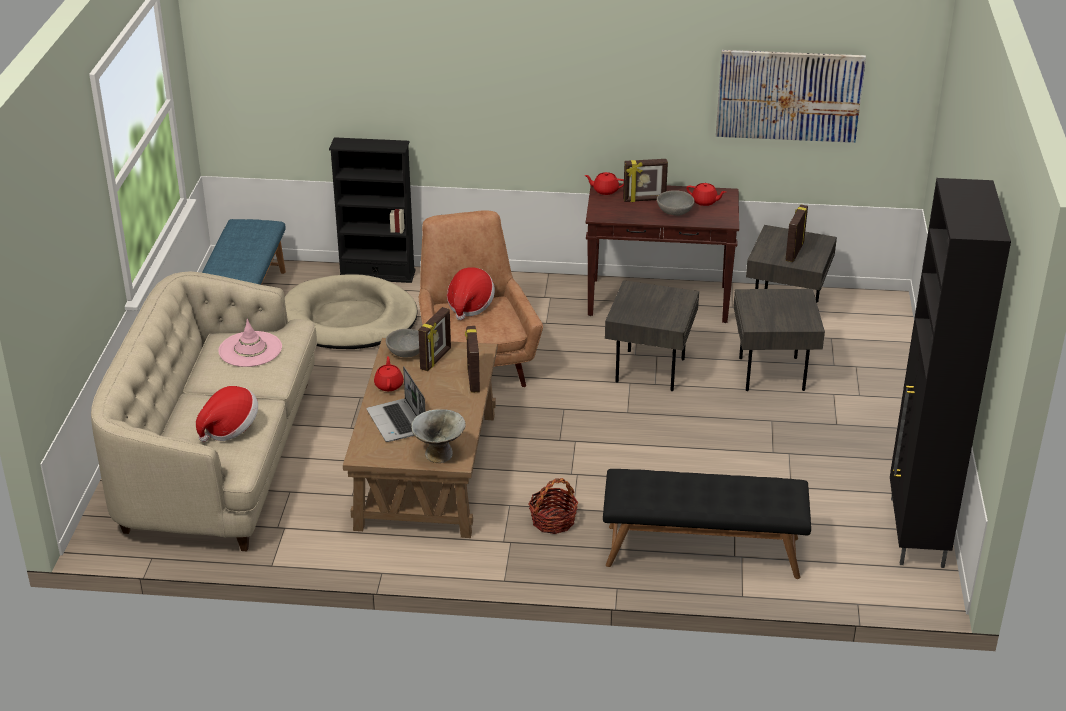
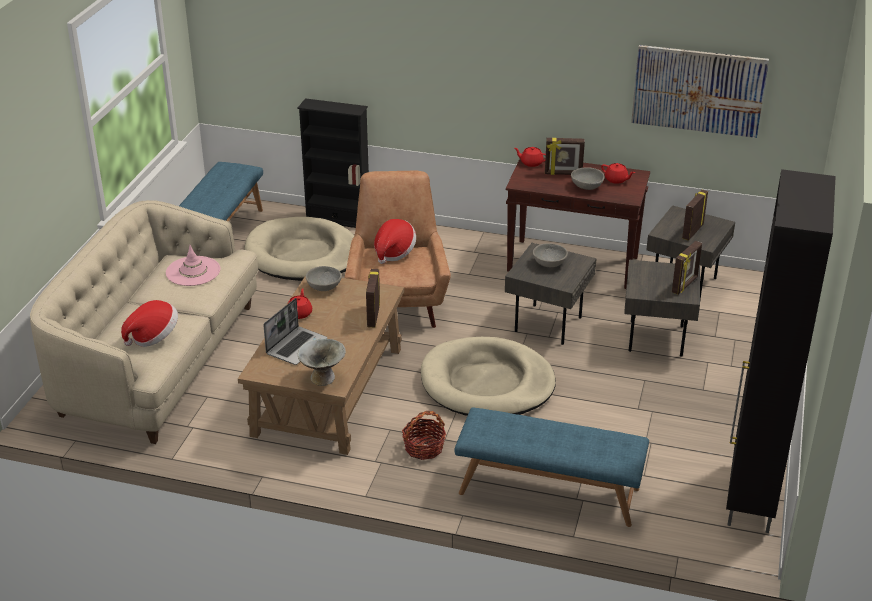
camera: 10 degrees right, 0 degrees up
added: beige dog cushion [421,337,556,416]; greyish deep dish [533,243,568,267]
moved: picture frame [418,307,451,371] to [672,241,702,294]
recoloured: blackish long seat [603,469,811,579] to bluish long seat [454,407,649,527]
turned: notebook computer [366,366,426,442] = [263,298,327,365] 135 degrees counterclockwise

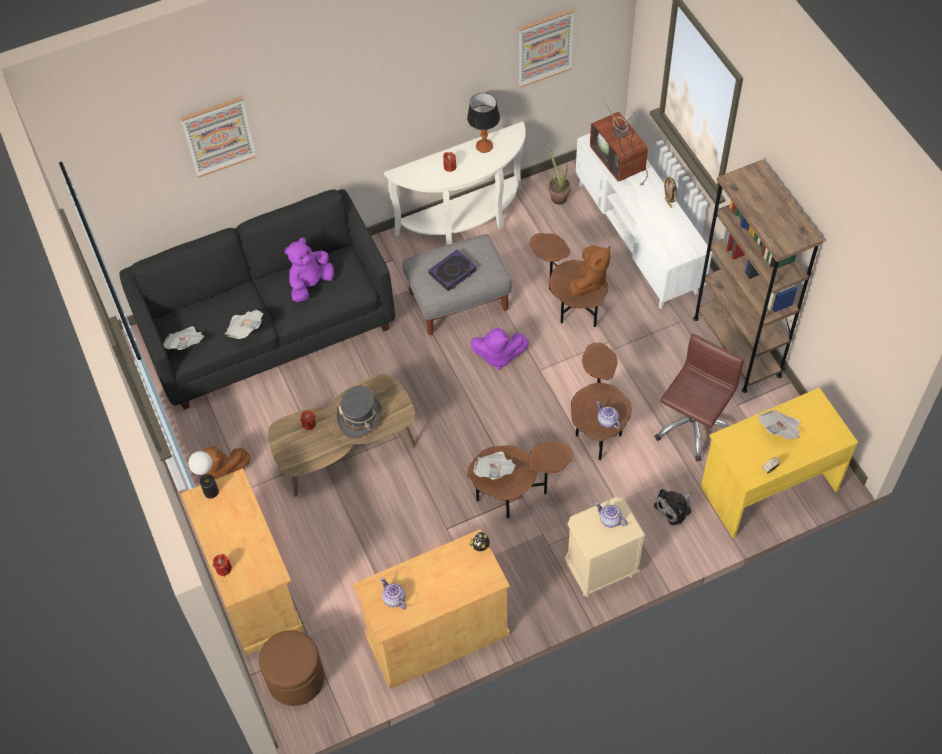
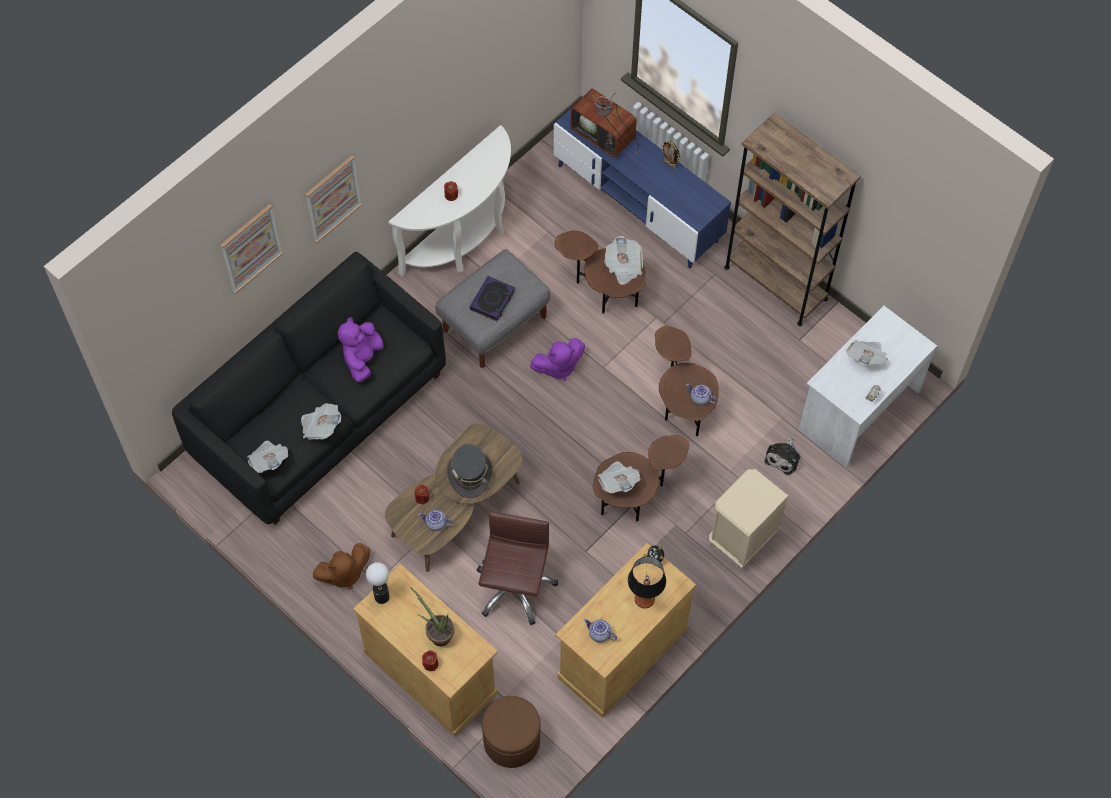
camera: 25 degrees left, 5 degrees up
moved: wall picture [519,9,574,88] to [305,155,362,243]; plant in a pot [546,141,571,205] to [411,588,454,646]; pot for tea [595,503,628,528] to [418,510,453,531]; brown-coloured computer chair [655,333,744,461] to [477,511,558,625]; lamp for a table [467,93,500,153] to [628,556,666,609]
replaced: brown-coloured cuddly toy [568,245,611,296] to daily paper [604,236,643,285]
recoloured: whitish tv unit [576,133,712,309] to bluish tv unit [554,104,731,269]; yellow-coloured desk [701,388,858,538] to whitish desk [799,306,937,468]

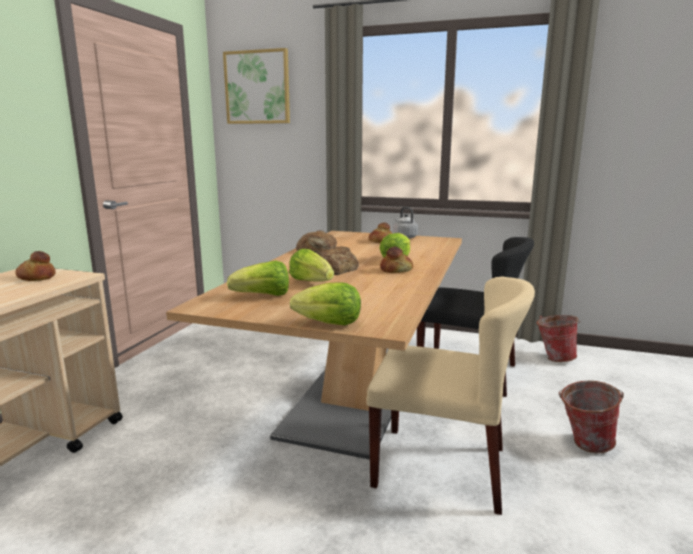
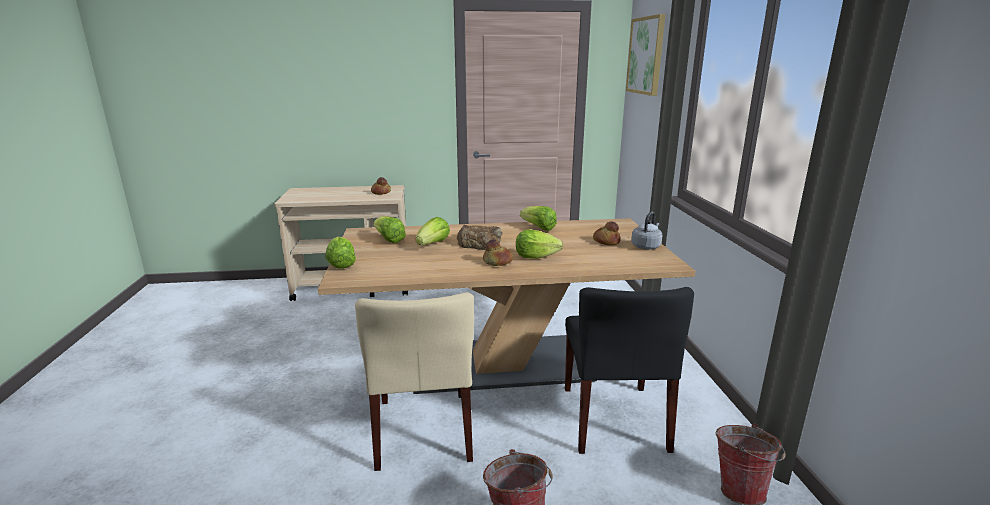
camera: 65 degrees right, 5 degrees up
replaced: bakery bread [296,230,337,253] to lettuce [520,206,557,231]

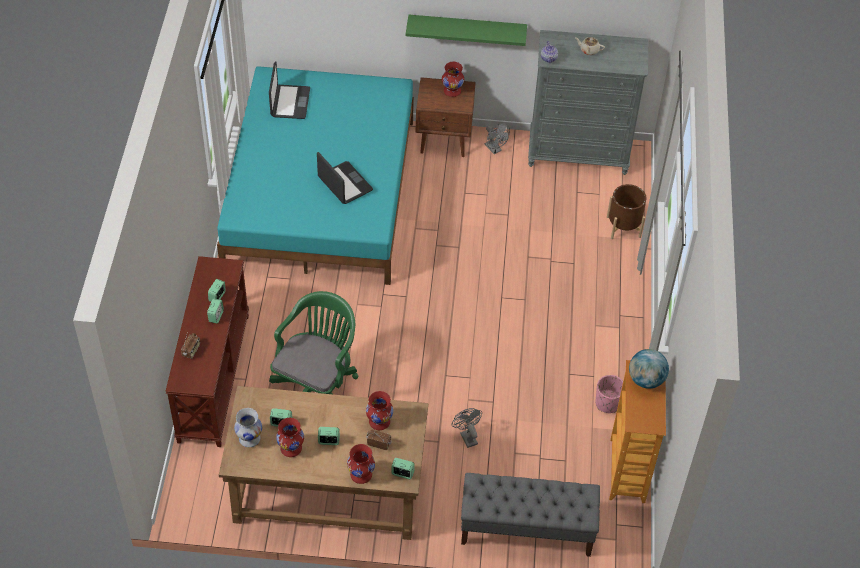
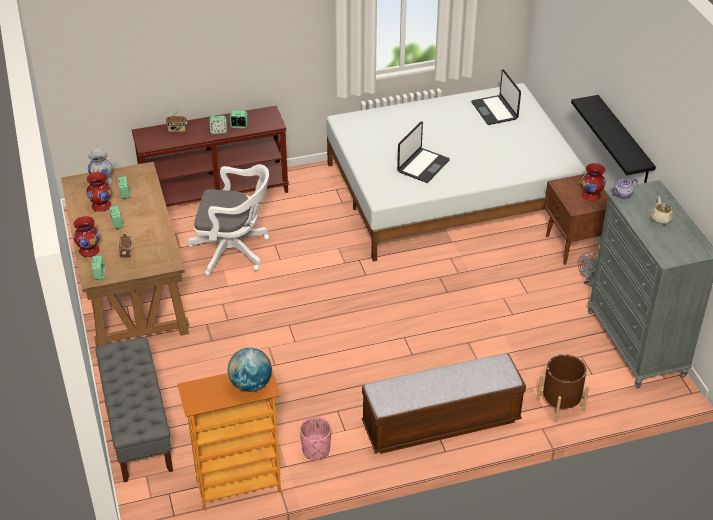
camera: 70 degrees right, 10 degrees down
removed: red vase [366,391,393,430]; greyish cooling fan [452,408,482,448]
added: long seat [362,353,526,454]
recoloured: greenish computer chair [269,291,358,394] to whitish computer chair [187,164,269,276]; turquoise sleeping bed [217,66,414,285] to whitish sleeping bed [326,83,587,262]; greenish wall shelf [406,15,527,46] to blackish wall shelf [571,95,656,183]
turned: notebook computer [269,61,310,119] = [471,69,521,125] 90 degrees clockwise

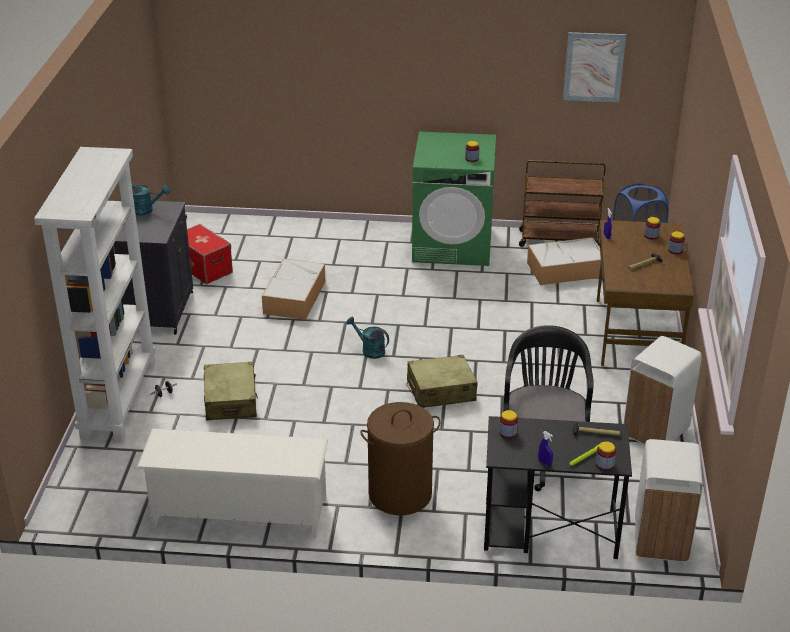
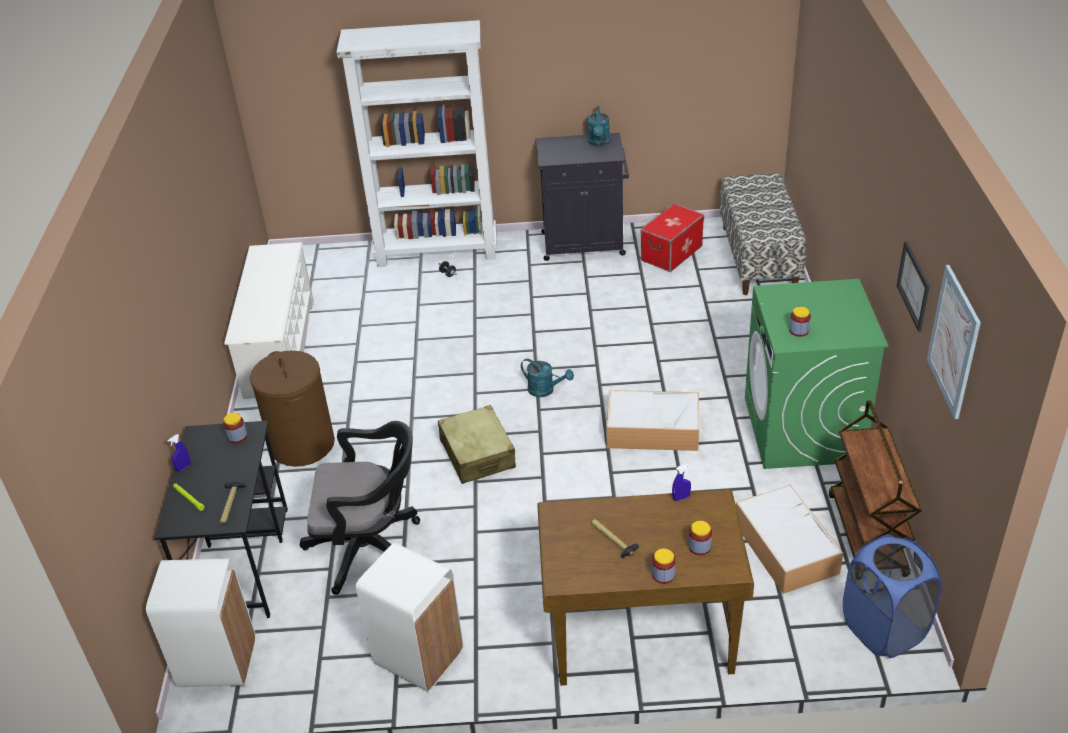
camera: 85 degrees right, 5 degrees up
removed: beige suitcase [204,362,258,420]; preserve jar [596,441,616,470]
added: long seat [720,173,807,295]; wall picture [897,241,930,332]
moved: storage bin [262,258,325,320] to [606,390,699,451]
turned: turquoise sprinkling can [346,317,389,359] = [521,359,574,397] 90 degrees clockwise

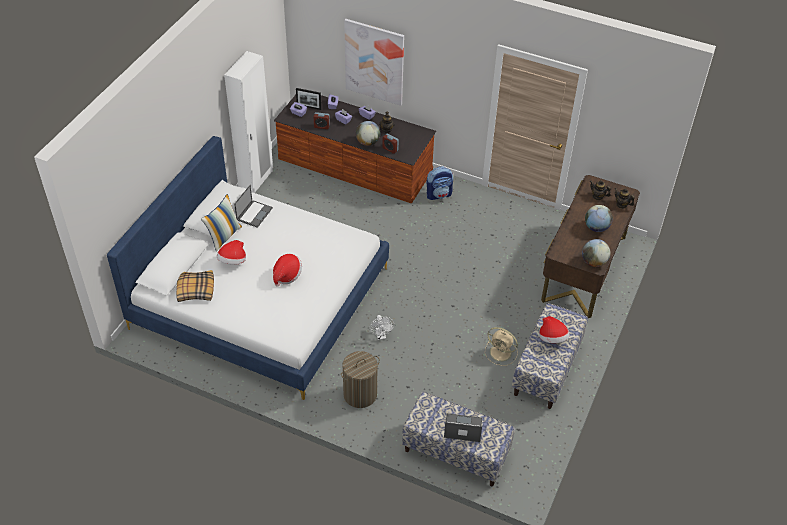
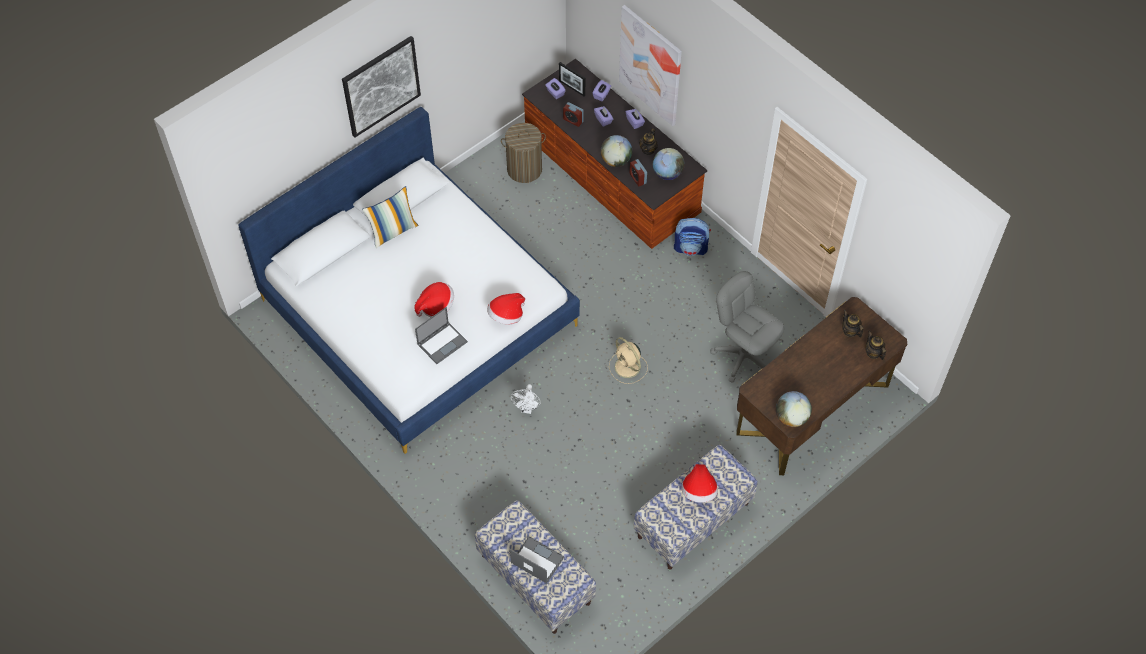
camera: 25 degrees right, 10 degrees up
removed: cushion [176,270,214,302]; whitish clothes cupboard [224,51,273,193]
added: wall picture [342,36,421,137]; greyish computer chair [710,271,784,383]
moved: notebook computer [234,185,273,228] to [415,307,468,364]; wearable hat [217,240,246,265] to [487,293,525,325]; hamper [341,351,380,408] to [501,123,546,183]; beige cooling fan [485,327,518,366] to [609,337,648,384]; world globe [585,205,613,232] to [653,148,685,180]

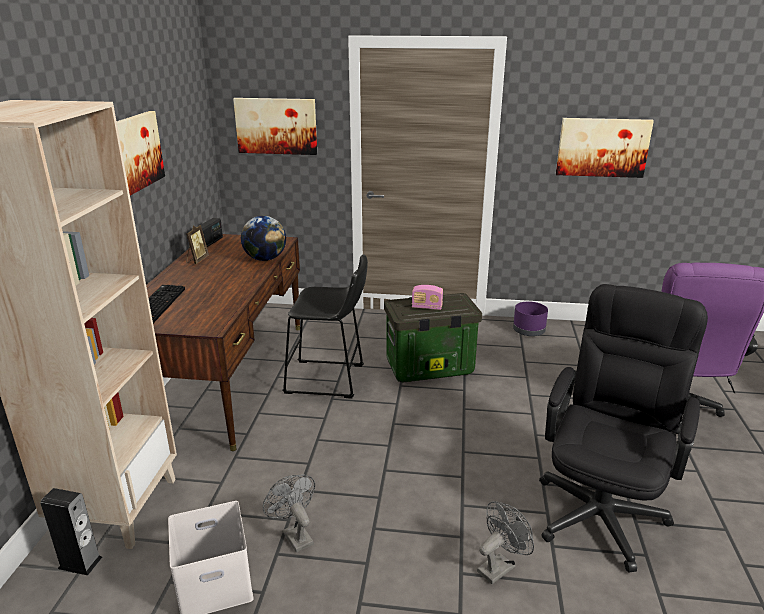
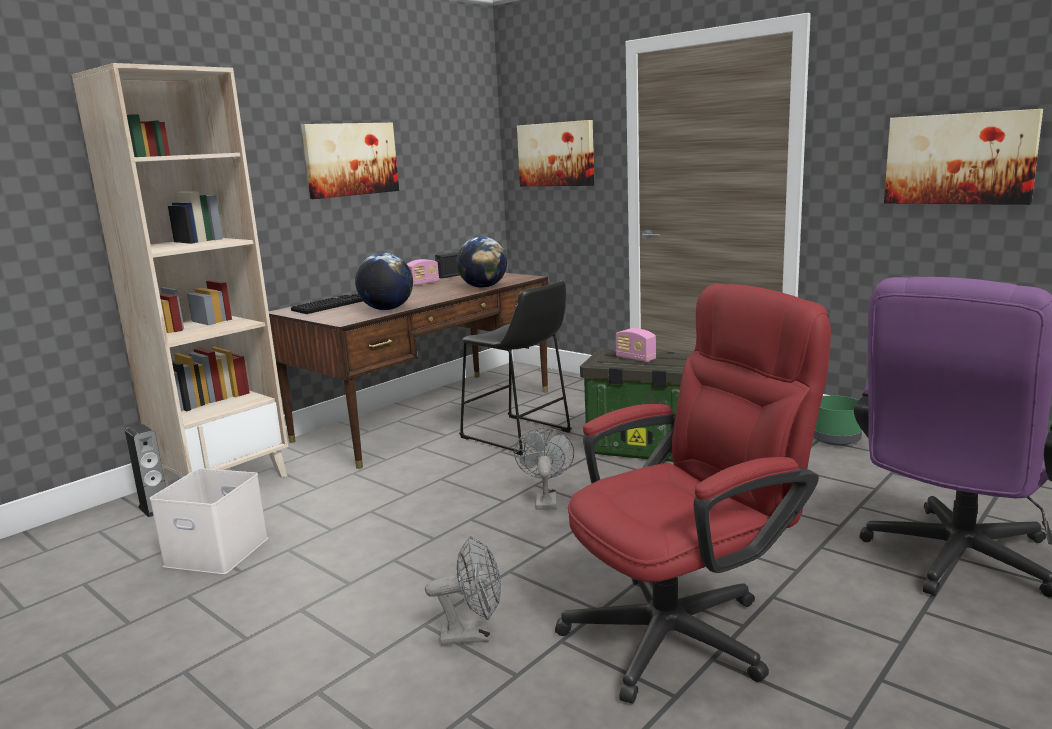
camera: 35 degrees right, 10 degrees down
added: world globe [355,253,413,310]
moved: greyish cooling fan [263,475,315,553] to [514,427,574,510]
replaced: picture frame [186,225,209,264] to radio [407,259,439,286]
recoloured: blackish computer chair [539,284,708,573] to red computer chair [555,284,831,704]; purplish plant pot [513,302,548,336] to greenish plant pot [813,395,862,445]

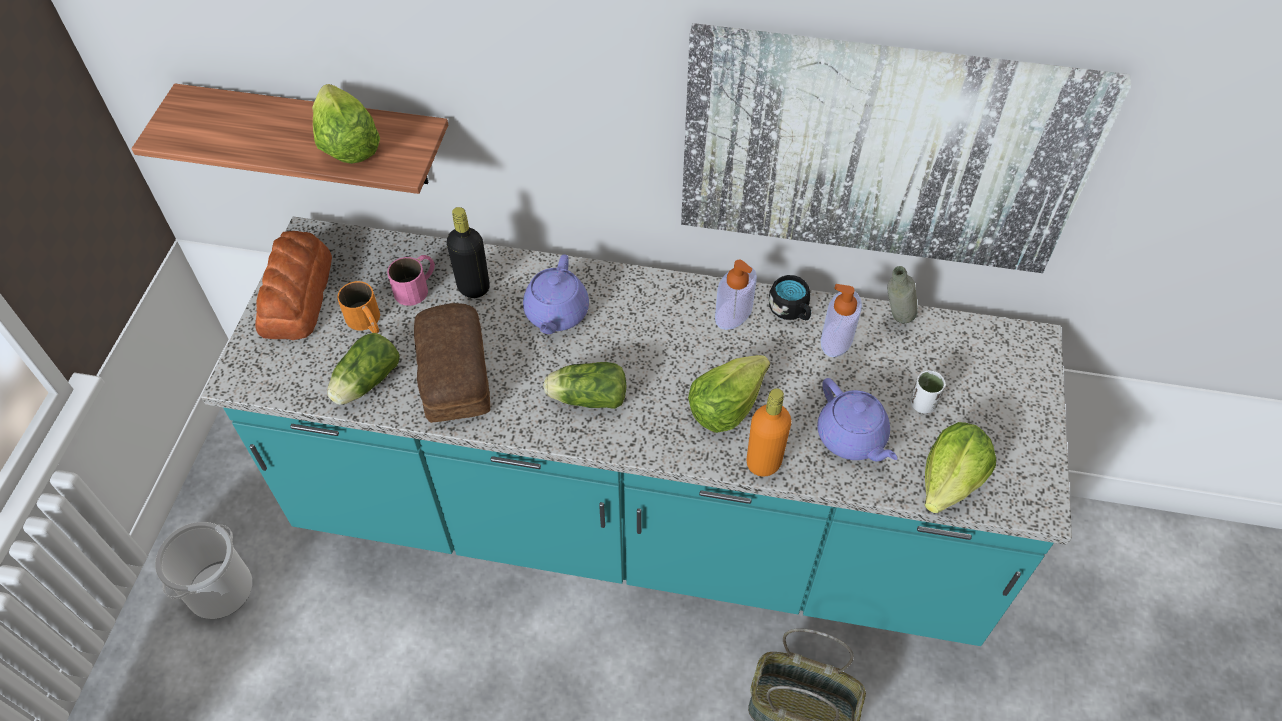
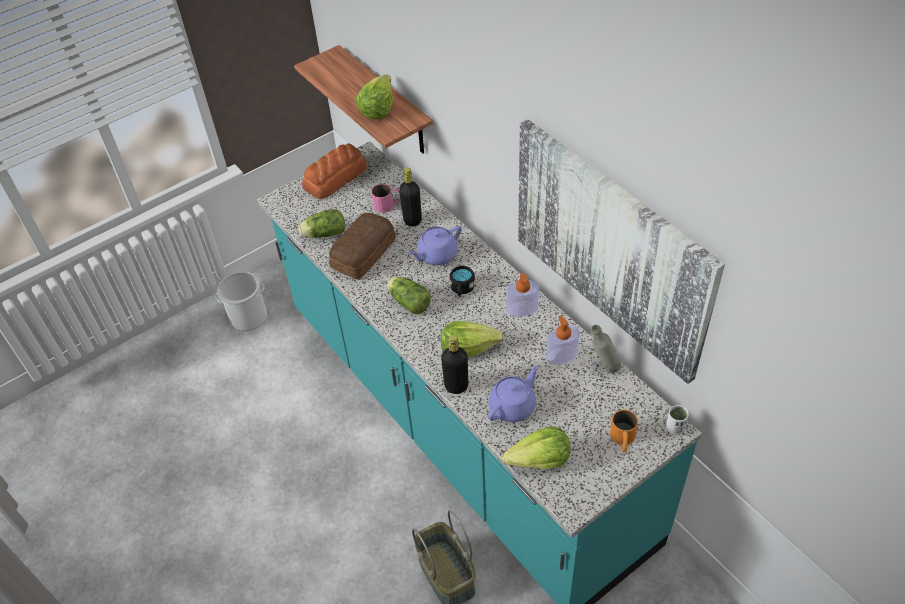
camera: 45 degrees right, 5 degrees down
moved: blackish mug [769,275,811,320] to [449,266,475,296]; orange mug [337,281,380,333] to [610,409,638,452]; whitish drinking cup [910,370,946,413] to [666,405,689,435]
recoloured: orange bottle [746,388,791,477] to blackish bottle [441,335,468,394]
turned: purplish pot for tea [817,378,897,462] = [488,365,539,422] 150 degrees counterclockwise

